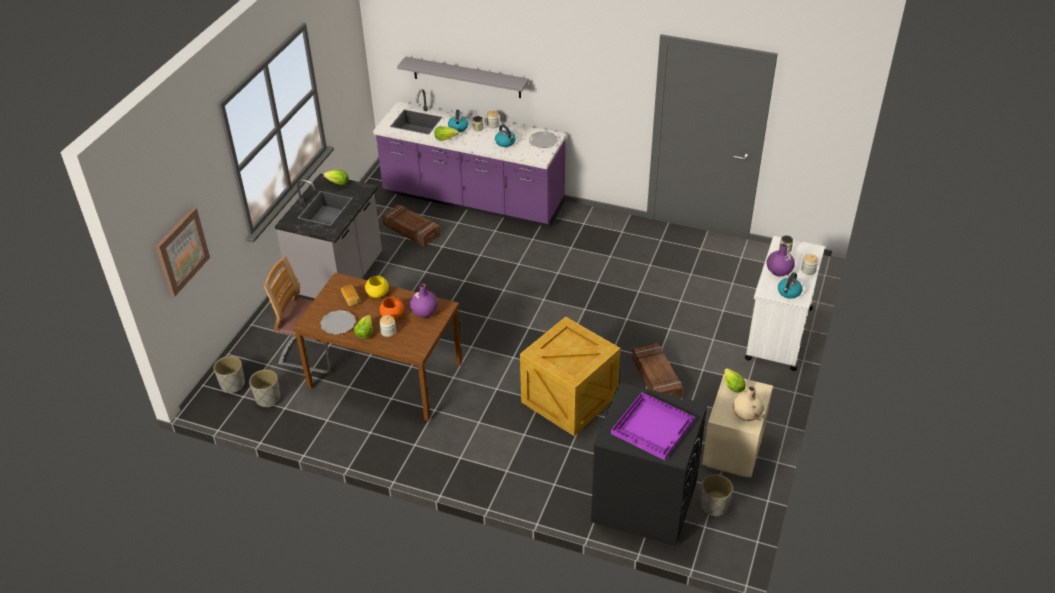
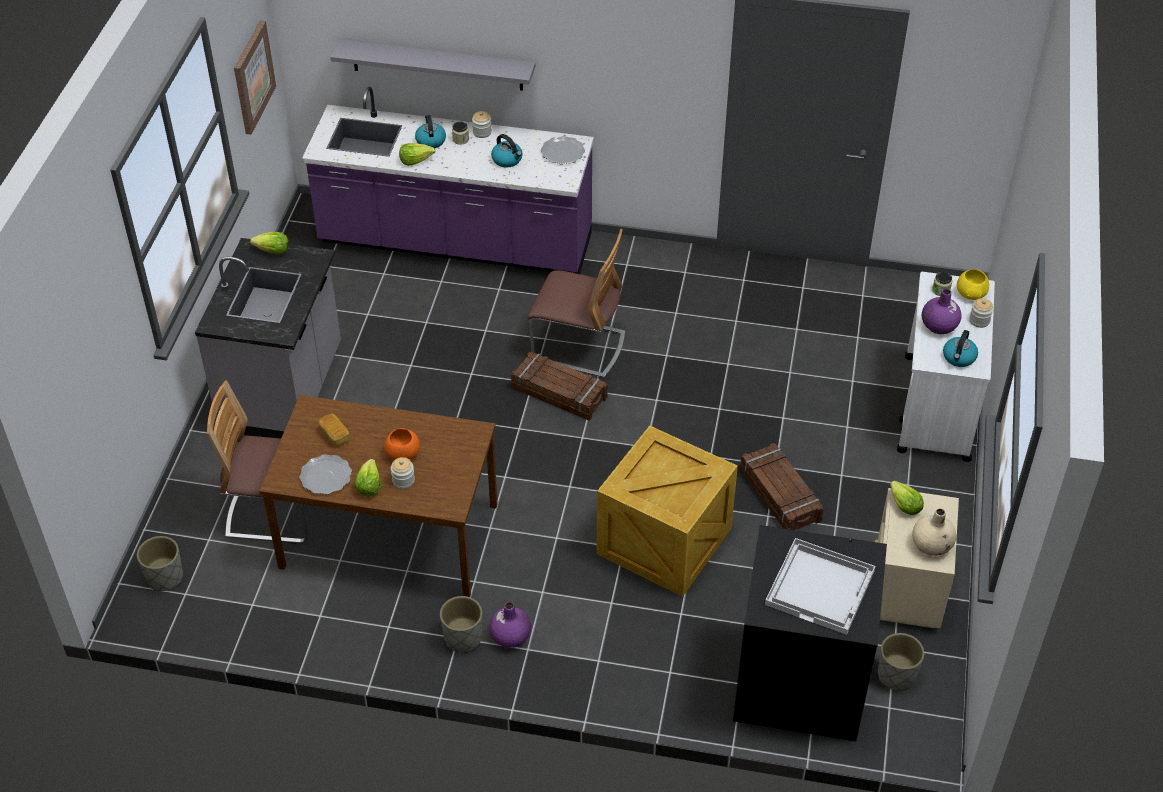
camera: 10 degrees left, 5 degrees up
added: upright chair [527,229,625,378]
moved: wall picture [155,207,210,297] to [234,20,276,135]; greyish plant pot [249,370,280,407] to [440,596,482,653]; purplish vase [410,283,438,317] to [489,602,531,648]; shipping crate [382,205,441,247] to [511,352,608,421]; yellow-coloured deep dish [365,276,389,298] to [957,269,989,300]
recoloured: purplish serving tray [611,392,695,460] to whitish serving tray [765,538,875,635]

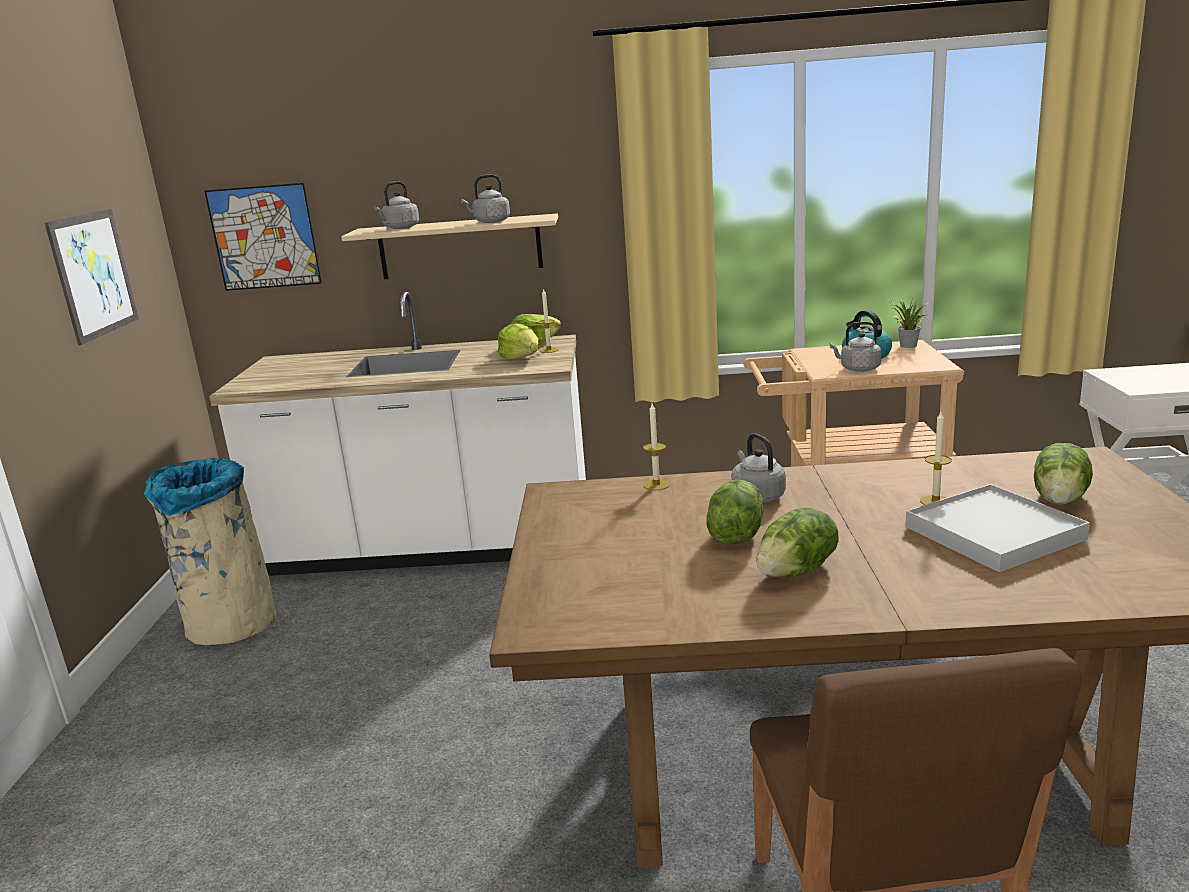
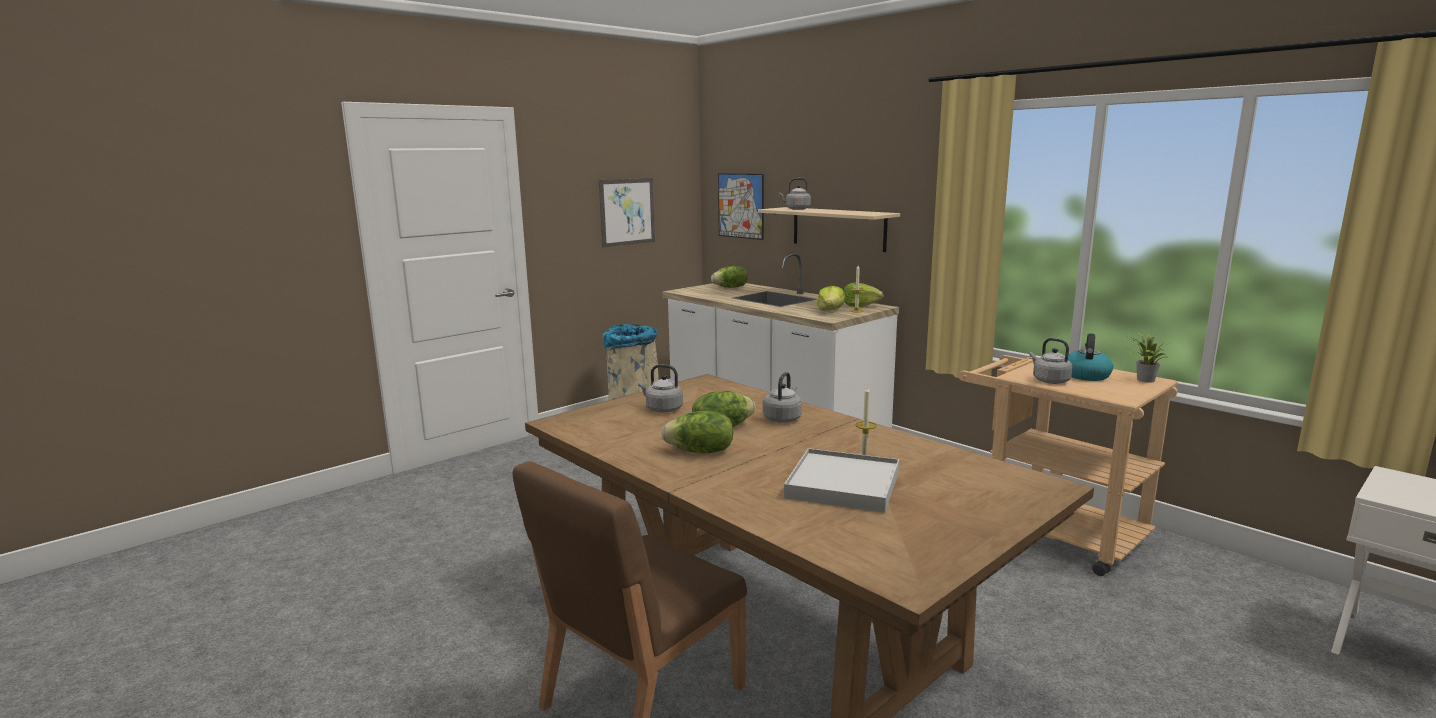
camera: 45 degrees right, 5 degrees down
removed: wax candle [643,403,670,491]
moved: greyish tea kettle [461,174,510,223] to [638,364,683,413]; lettuce [1034,443,1093,505] to [711,266,748,288]

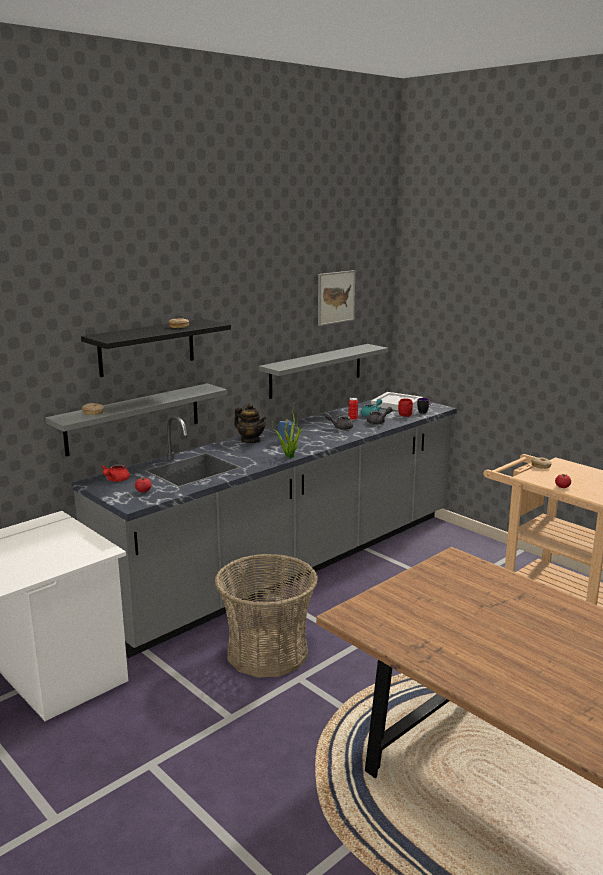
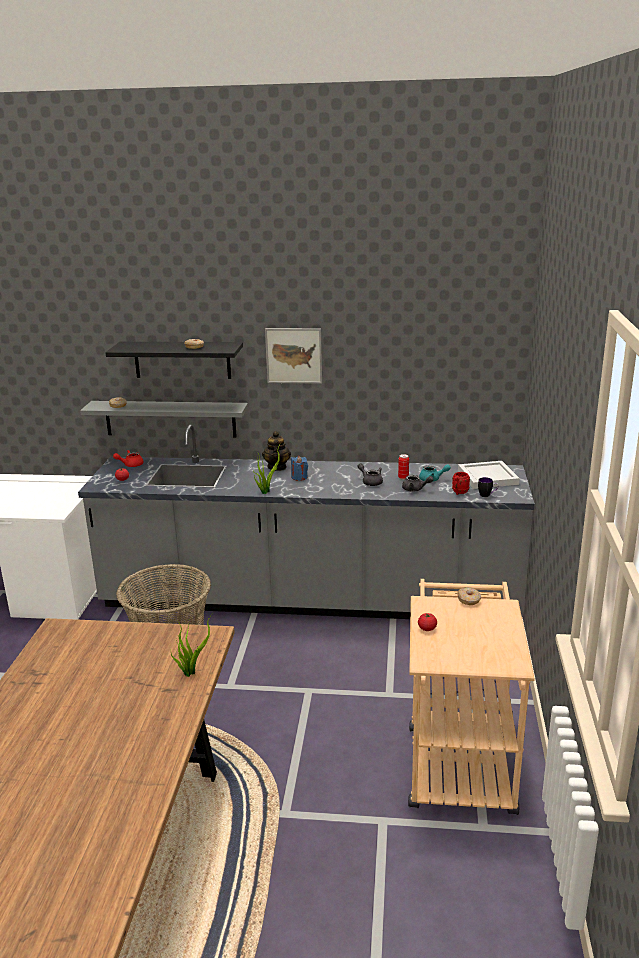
camera: 50 degrees right, 5 degrees up
removed: greyish wall shelf [259,344,388,399]
added: plant in a pot [170,613,213,677]
moved: wall picture [318,270,355,326] to [265,328,322,384]

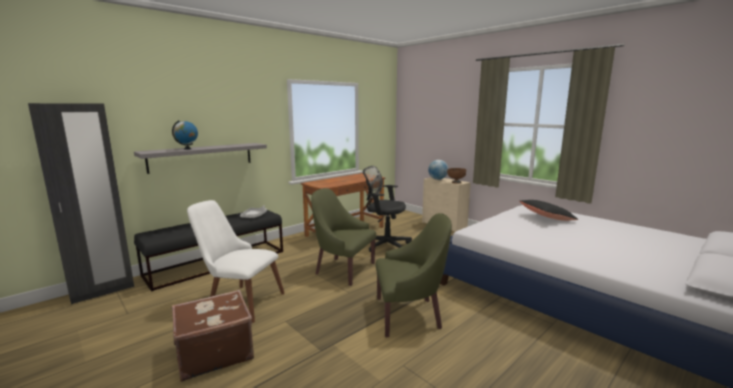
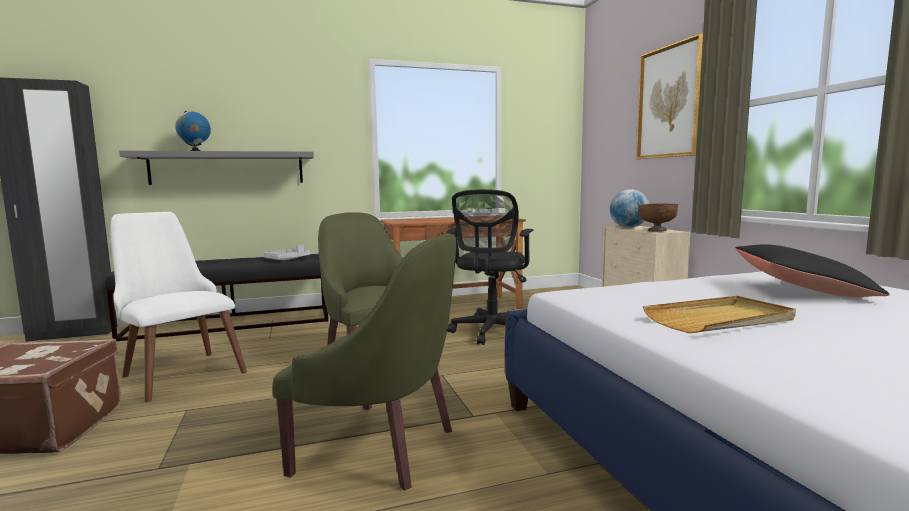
camera: 25 degrees right, 5 degrees down
added: wall picture [636,34,703,159]; beige serving tray [643,296,796,333]
turned: blackish computer chair [363,166,412,252] = [446,189,533,345] 120 degrees counterclockwise

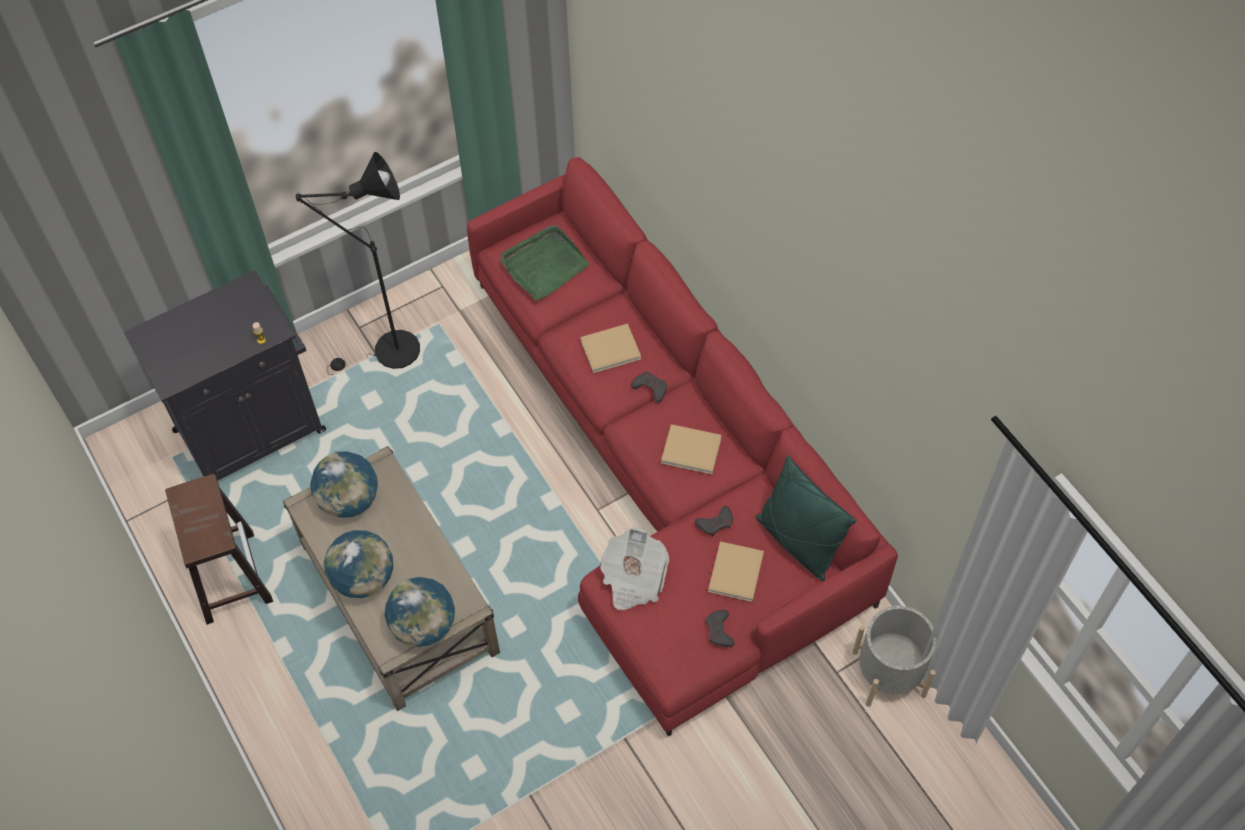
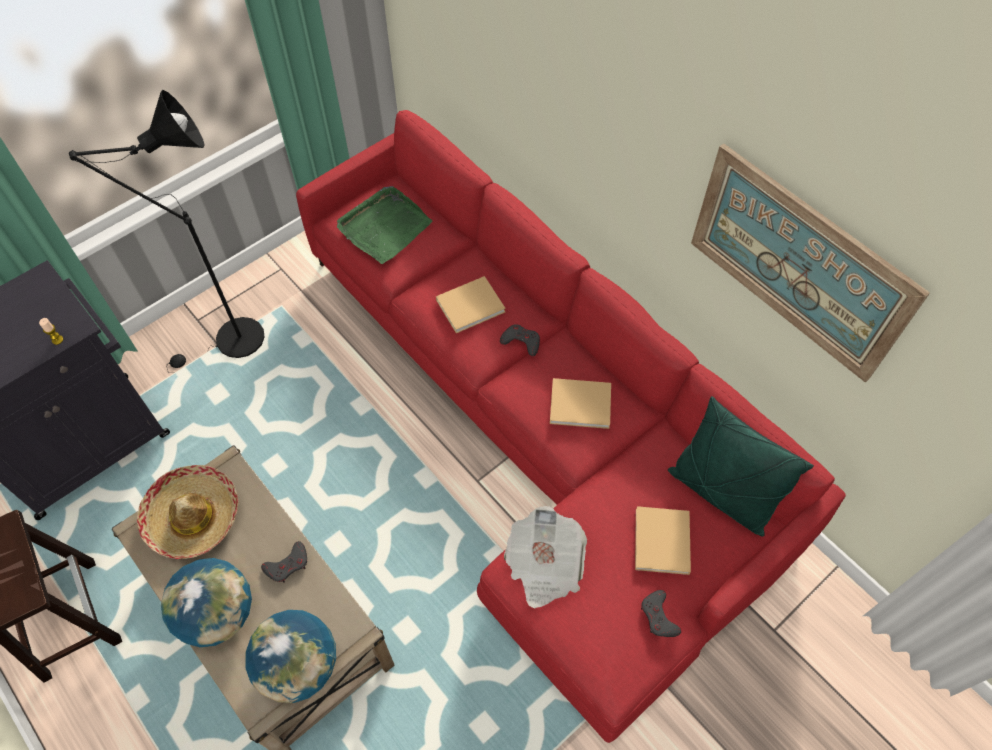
camera: 10 degrees left, 0 degrees up
removed: greyish plant pot [852,606,937,707]
added: wall picture [691,143,930,382]
moved: greyish game controller [695,506,733,536] to [261,541,307,583]
replaced: world globe [310,451,378,518] to wearable hat [137,465,238,559]

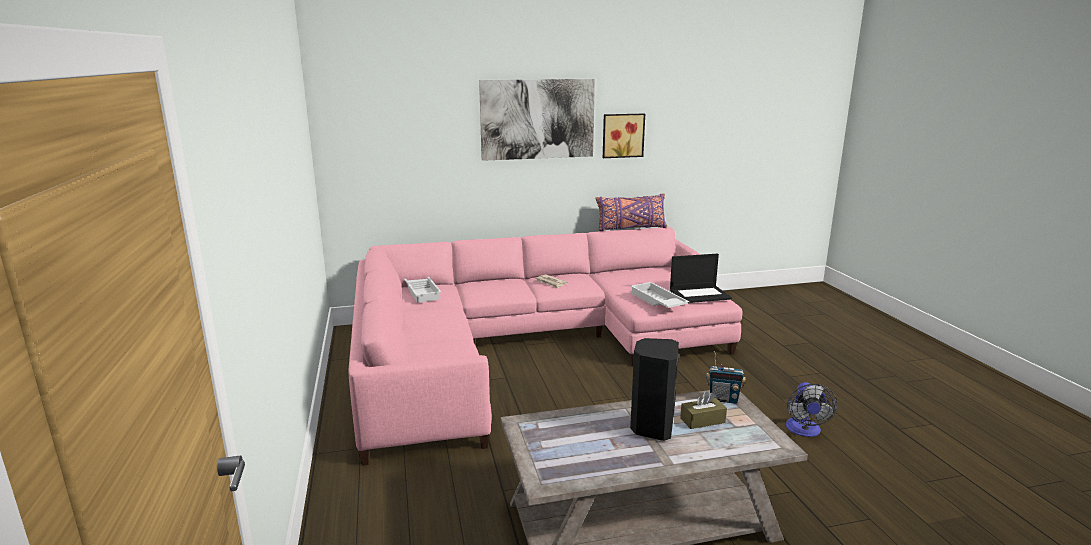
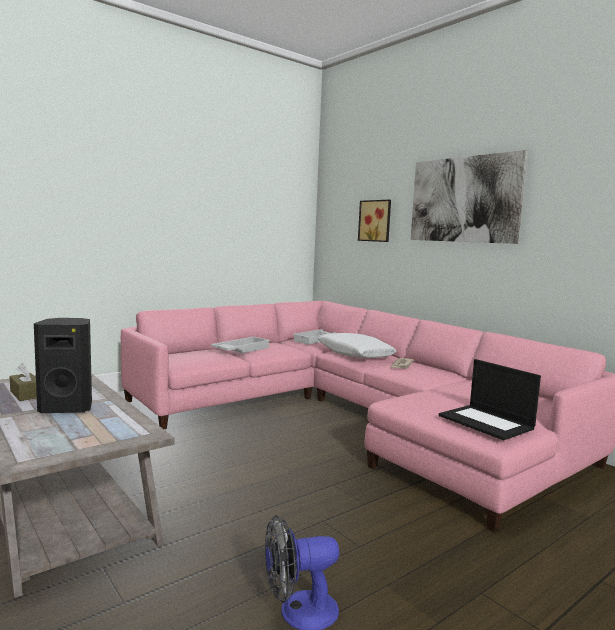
camera: 65 degrees right, 10 degrees down
removed: purplish cushion [596,193,667,231]; radio [706,351,746,404]
added: whitish cushion [318,333,397,358]
moved: brown-coloured tissue holder [680,391,727,429] to [10,363,37,401]; whitish serving tray [630,282,690,308] to [210,337,271,353]; wall picture [603,114,645,158] to [358,200,391,242]

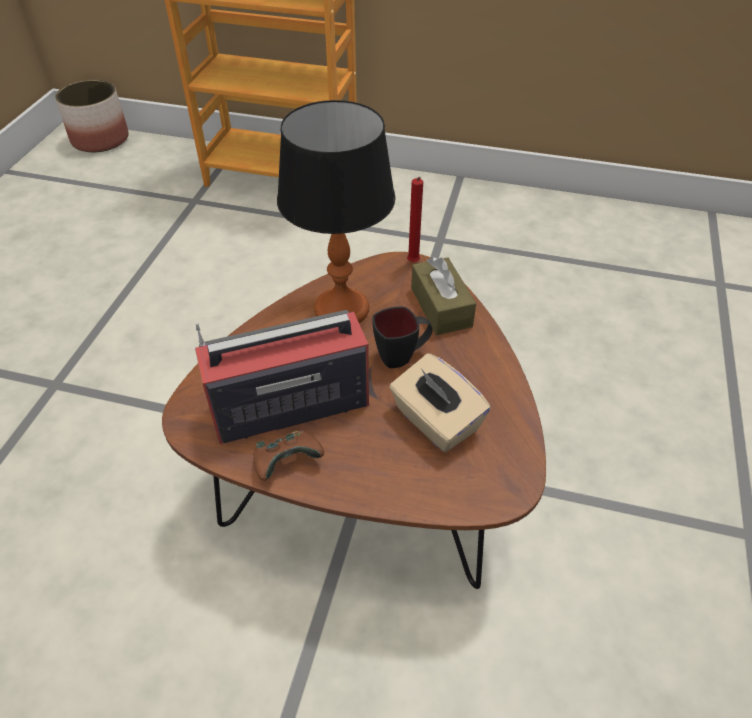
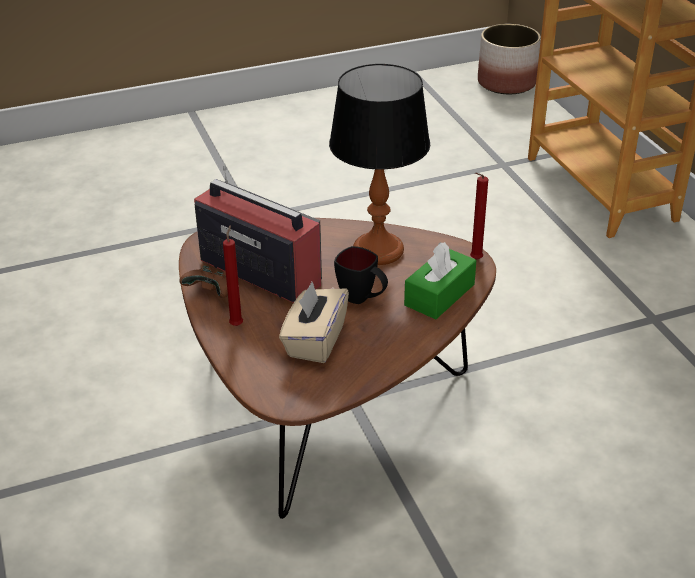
camera: 55 degrees right, 10 degrees down
added: red wax candle [223,225,243,326]
recoloured: brown-coloured tissue holder [411,257,476,335] to greenish tissue holder [404,242,476,319]

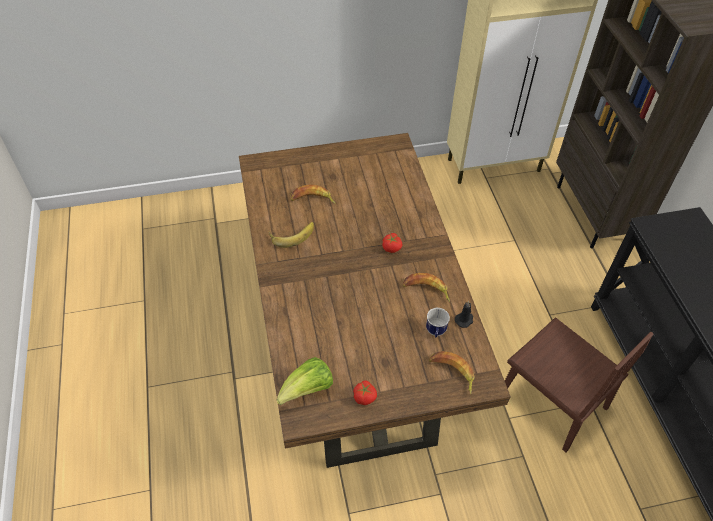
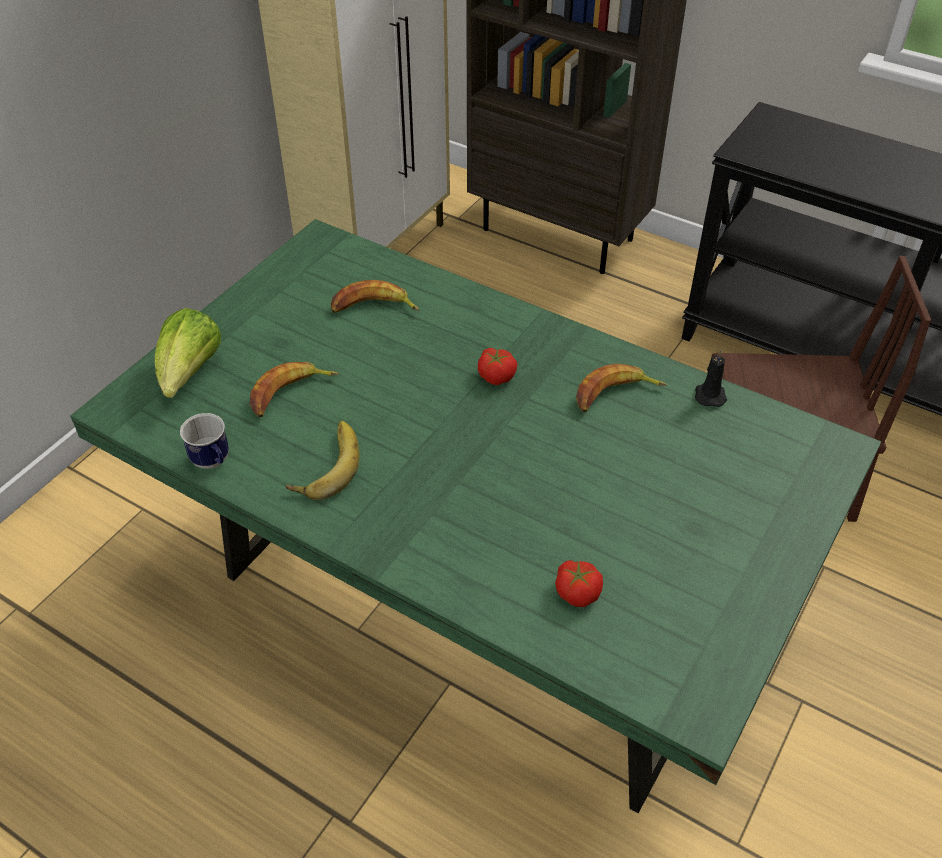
camera: 45 degrees left, 5 degrees down
moved: lettuce [277,357,333,405] to [155,308,221,398]; mug [426,308,450,337] to [180,413,229,469]; banana [429,351,474,394] to [331,280,420,313]; fresh tomato [353,381,377,405] to [555,560,603,607]
recoloured: brown-coloured kitchen table [239,133,511,468] to greenish kitchen table [70,219,882,813]

